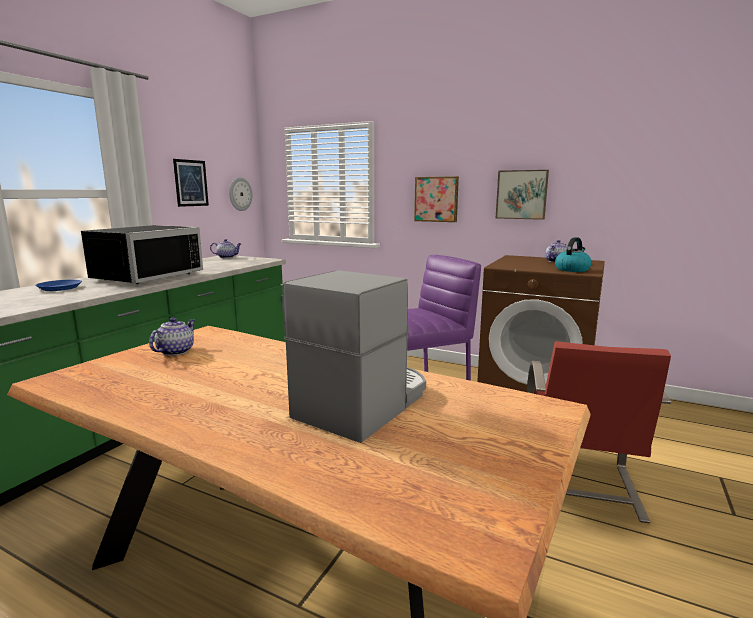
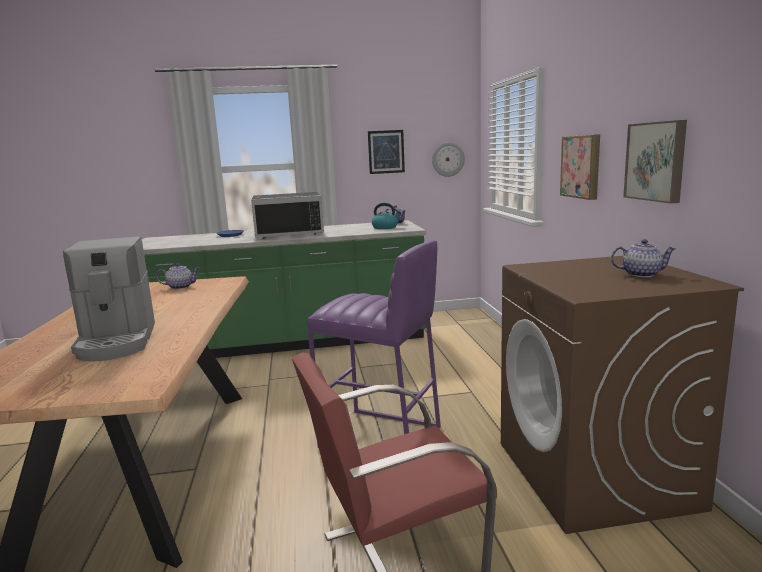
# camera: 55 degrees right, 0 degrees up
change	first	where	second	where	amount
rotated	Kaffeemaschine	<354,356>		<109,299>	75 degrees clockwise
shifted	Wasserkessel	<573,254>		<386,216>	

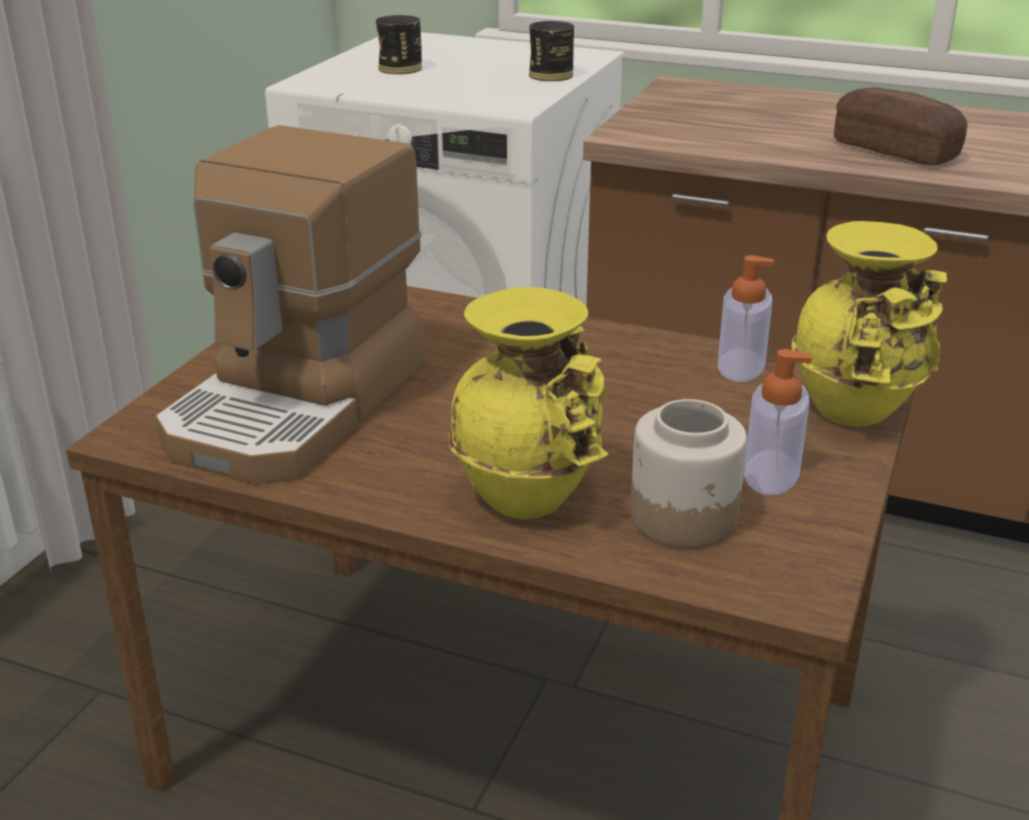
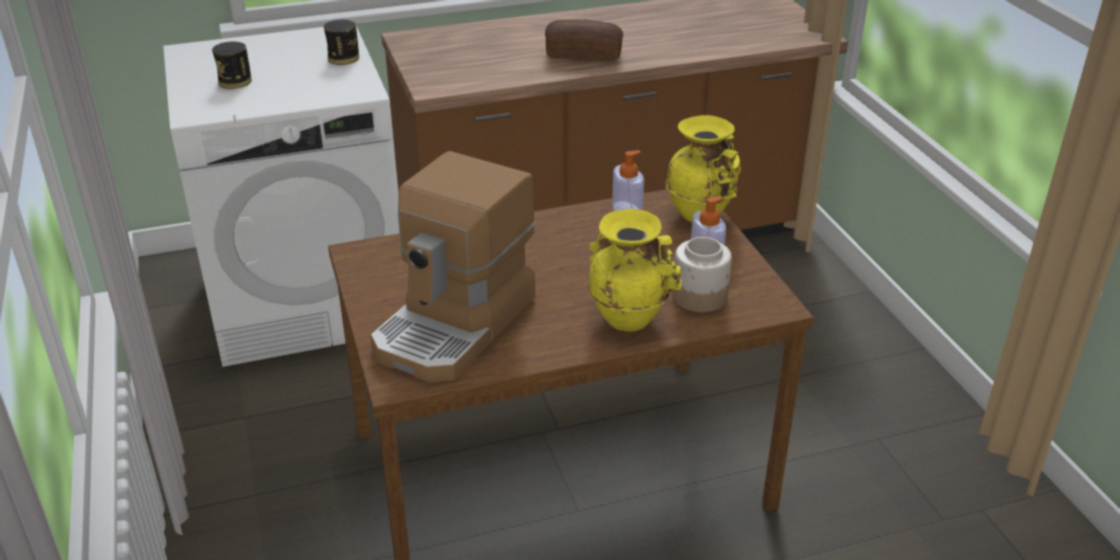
# camera: 40 degrees left, 5 degrees up
change	first	where	second	where	amount
rotated	Kaffeemaschine	<290,304>		<452,266>	45 degrees clockwise

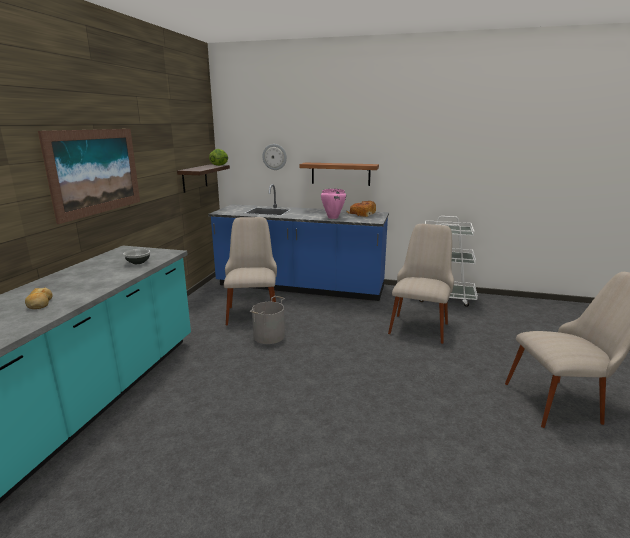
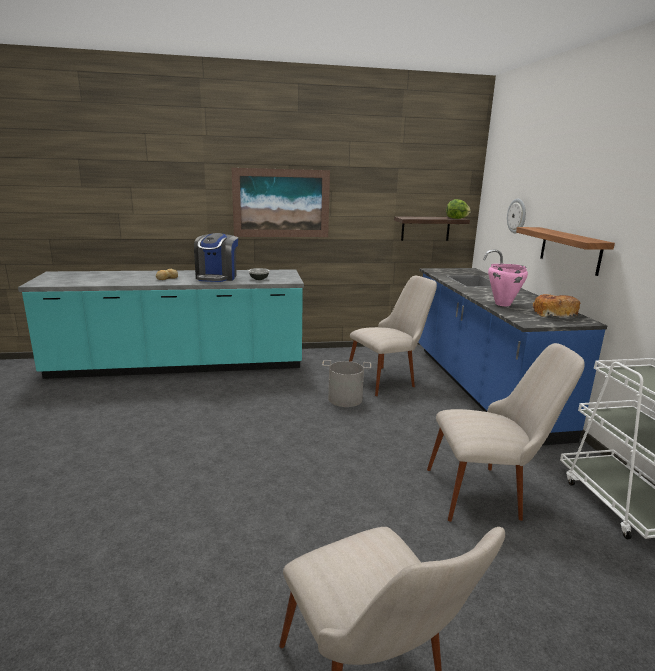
# camera: 65 degrees right, 0 degrees up
change	first	where	second	where	amount
new			Kaffeemaschine	<216,257>	

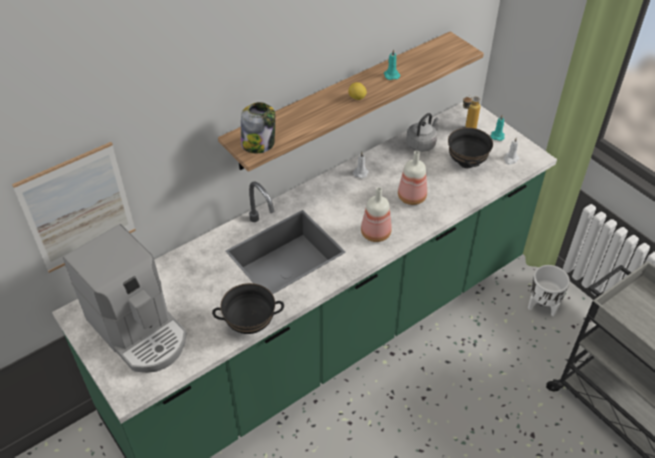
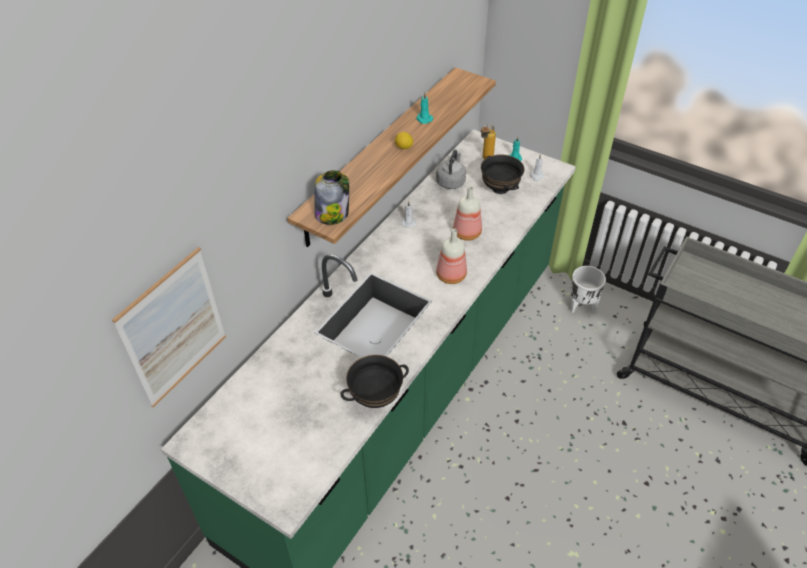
# camera: 20 degrees left, 0 degrees up
change	first	where	second	where	amount
gone	Kaffeemaschine	<125,298>			

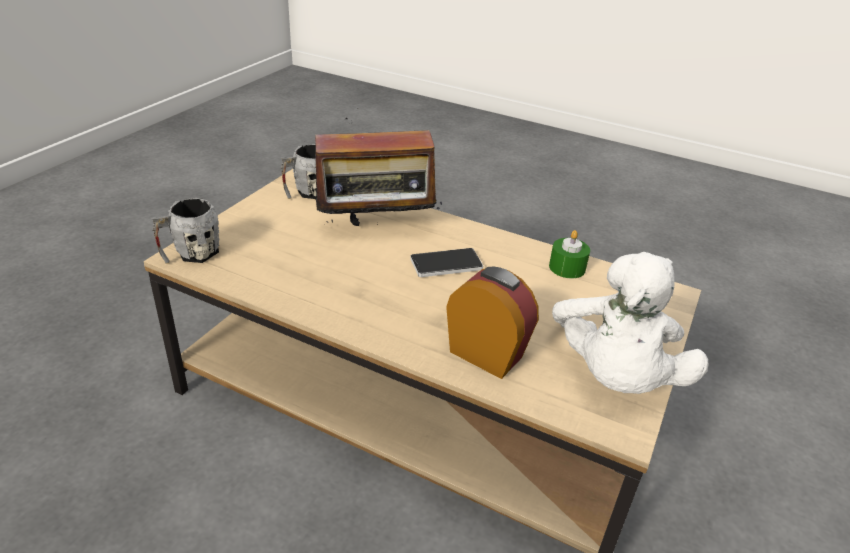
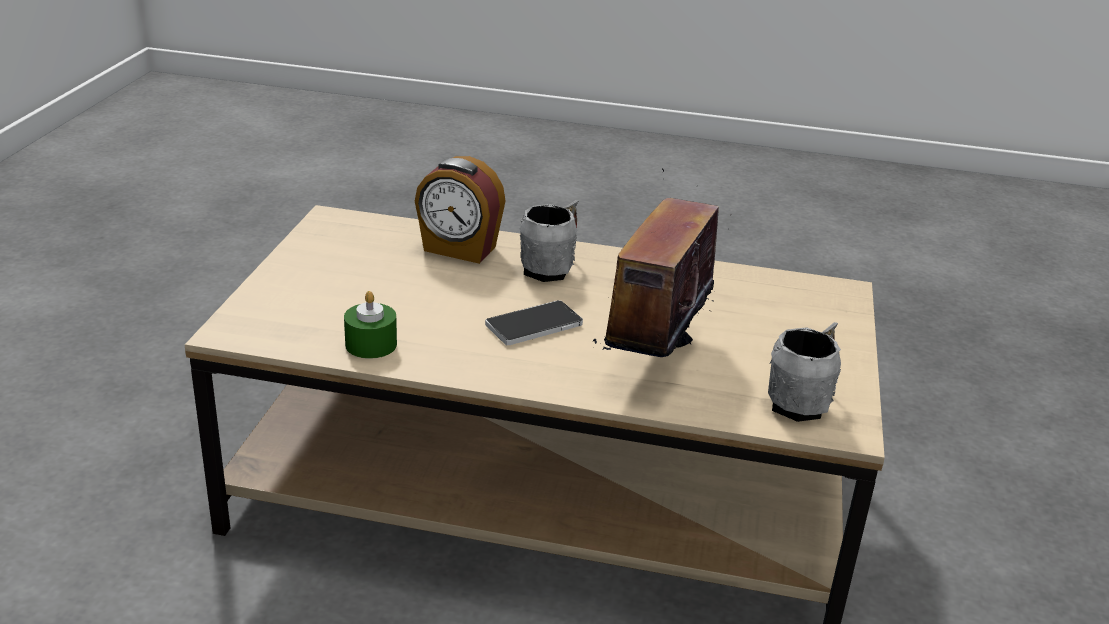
# camera: 165 degrees right, 5 degrees down
change	first	where	second	where	amount
shifted	Henkelbecher [grau]	<185,231>		<549,241>	
rotated	Radio	<373,176>		<661,263>	45 degrees counterclockwise
gone	Plüschtier [weiß]	<630,323>			

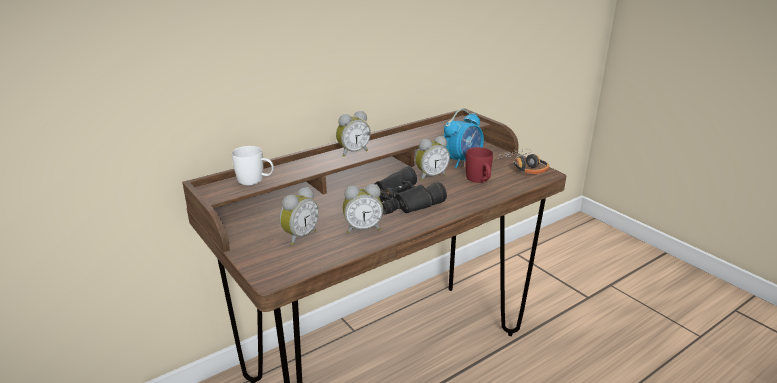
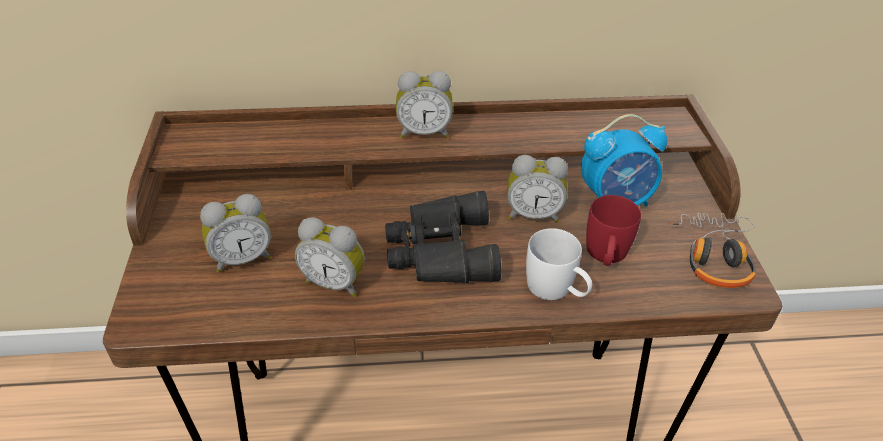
# camera: 30 degrees right, 15 degrees up
change	first	where	second	where	amount
shifted	Henkelbecher [weiß]	<253,165>		<559,264>	

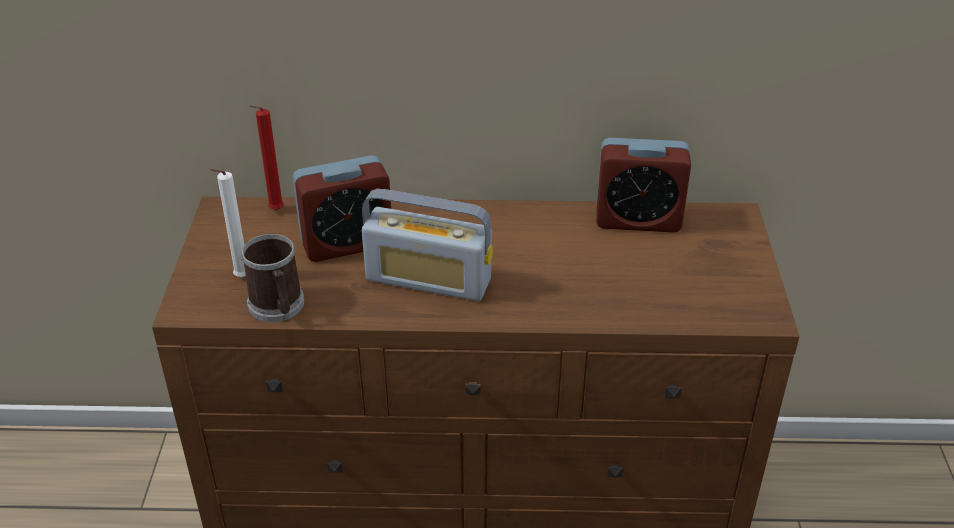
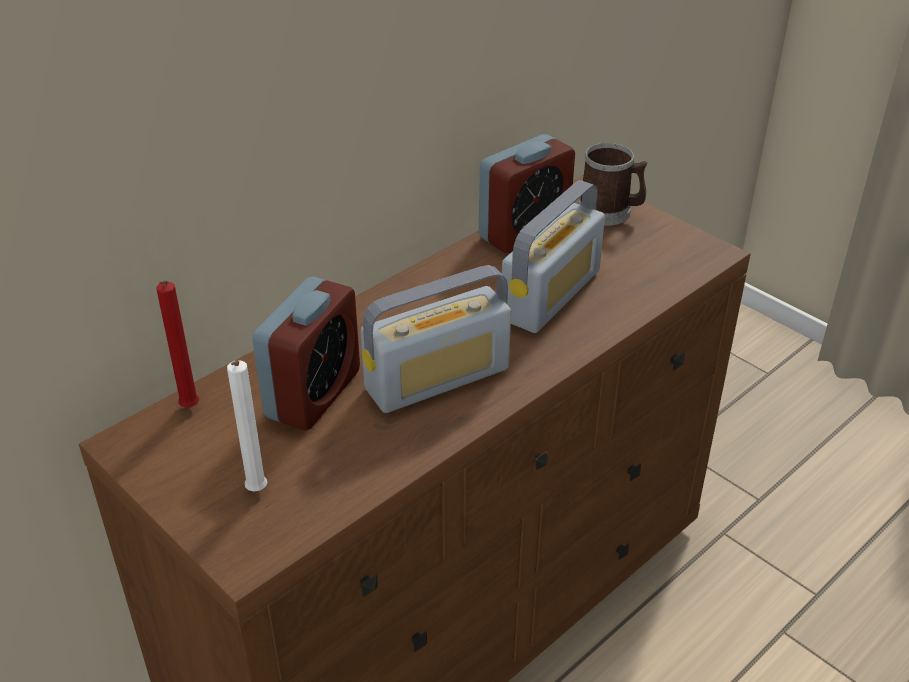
# camera: 45 degrees left, 0 degrees up
change	first	where	second	where	amount
shifted	Henkelbecher	<273,278>		<612,184>	
new			Radio	<553,256>	

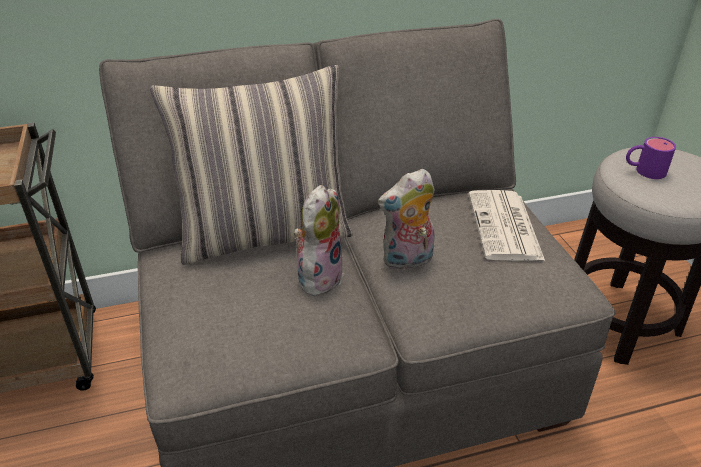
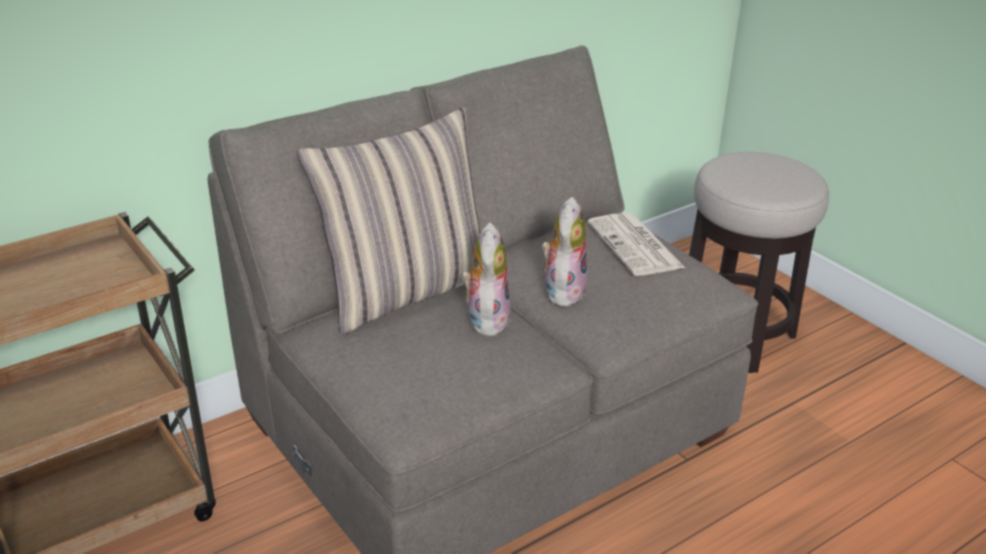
# camera: 20 degrees left, 5 degrees down
change	first	where	second	where	amount
rotated	Plüschtier	<406,219>		<564,252>	150 degrees clockwise
gone	Henkelbecher [lila]	<651,158>			

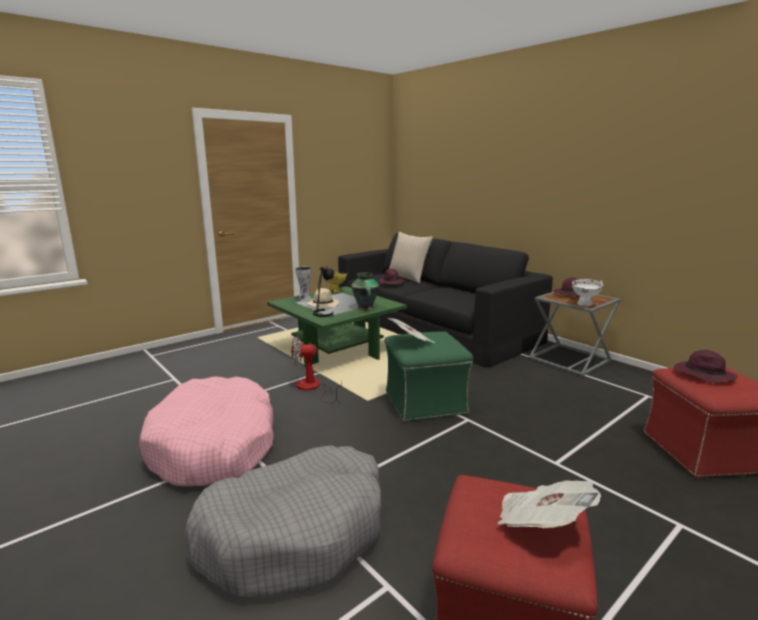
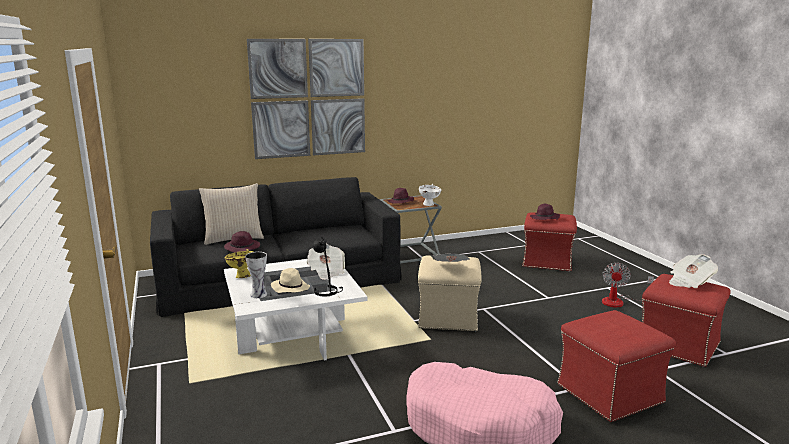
# camera: 70 degrees left, 0 degrees up
change	first	where	second	where	amount
swapped	Hundebett [grau]	<283,521>	Polsterhocker [rot]	<616,366>	
repainted	Couchtisch [grün]	<337,326>	Couchtisch [weiß]	<295,309>	
shifted	Ventilator	<316,370>		<628,284>	
swapped	Vase	<365,291>	Zeitung	<326,262>	
repainted	Polsterhocker [grün]	<429,376>	Polsterhocker [beige]	<450,293>	
new			Bild	<306,99>	

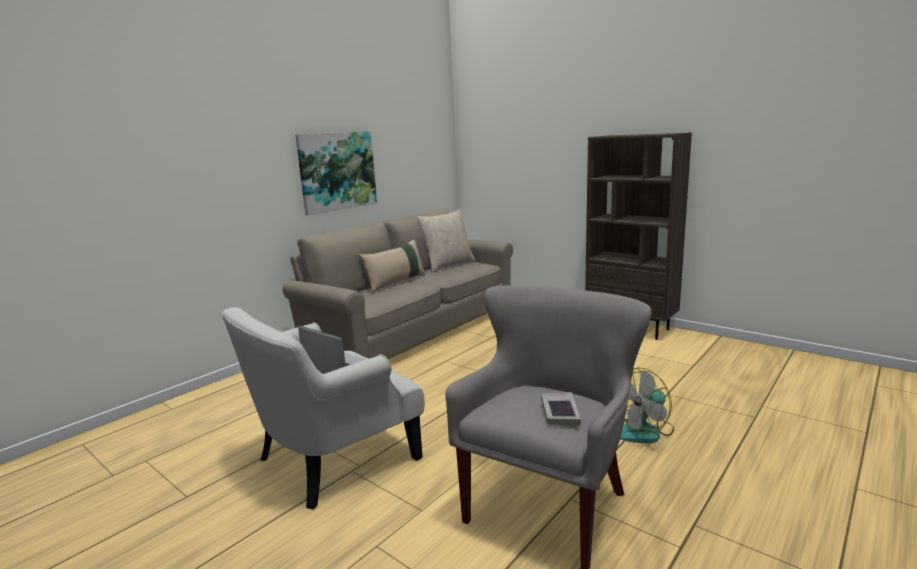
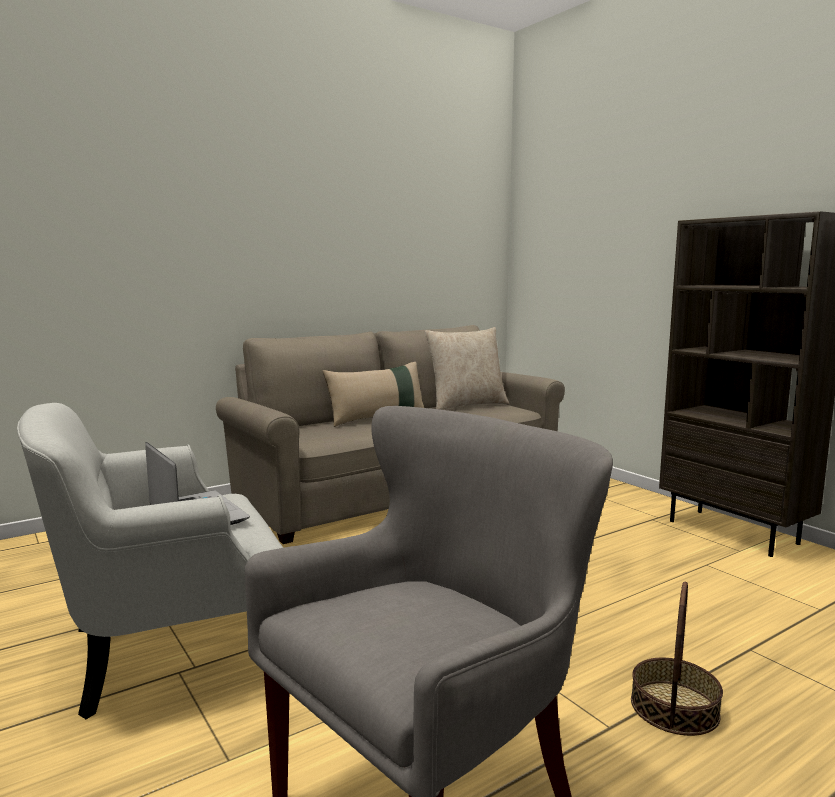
# camera: 15 degrees right, 5 degrees down
change	first	where	second	where	amount
gone	Bild	<336,173>			
gone	Buch	<561,409>			
swapped	Ventilator	<647,405>	Korb	<677,659>	

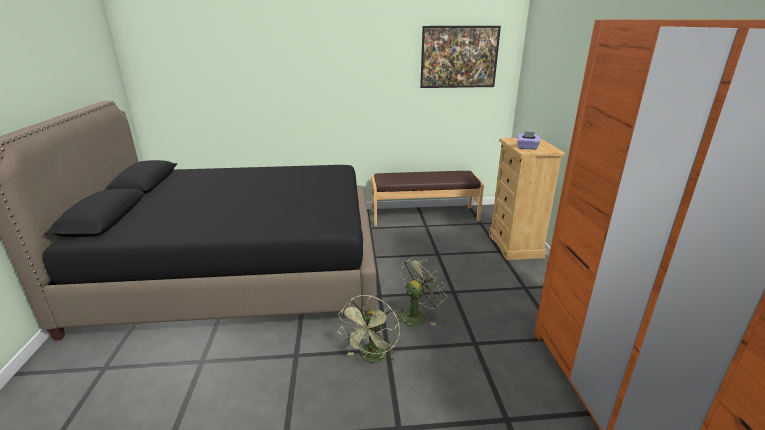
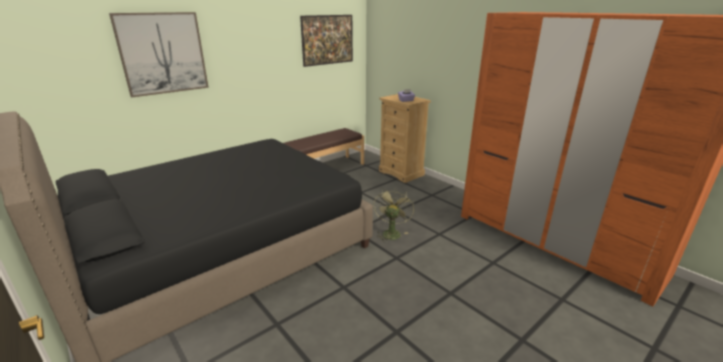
# camera: 35 degrees left, 0 degrees up
change	first	where	second	where	amount
gone	Ventilator [grün]	<368,329>			
new			Bild	<159,54>	

